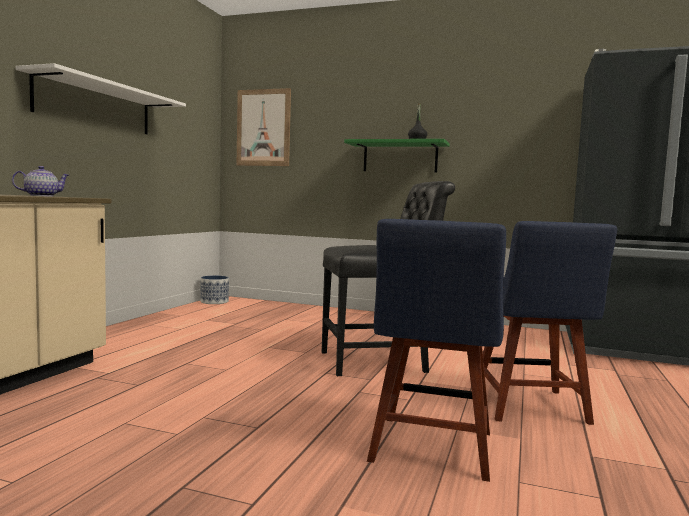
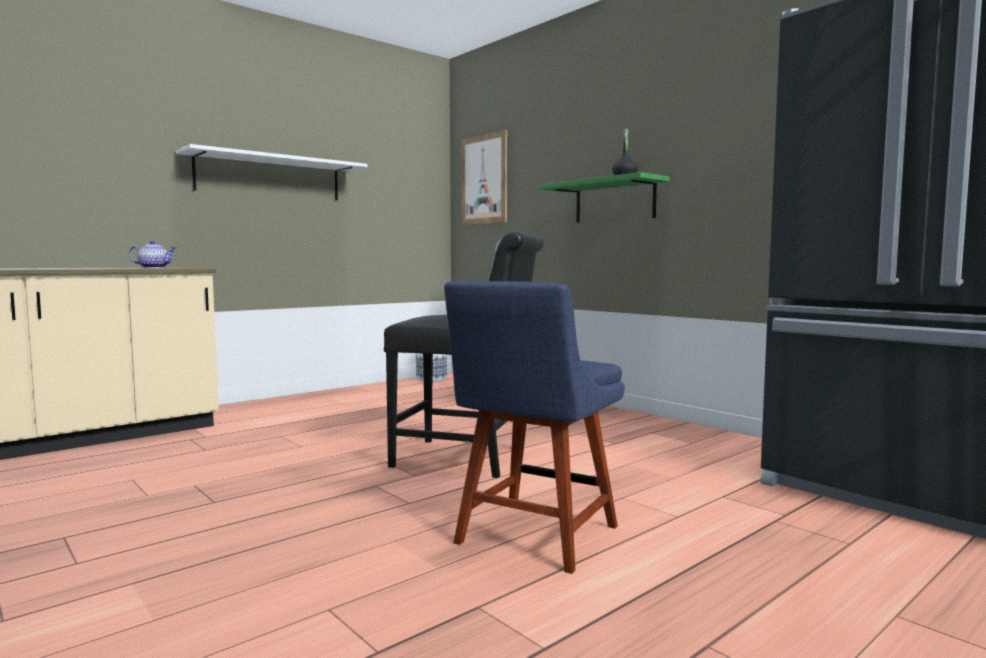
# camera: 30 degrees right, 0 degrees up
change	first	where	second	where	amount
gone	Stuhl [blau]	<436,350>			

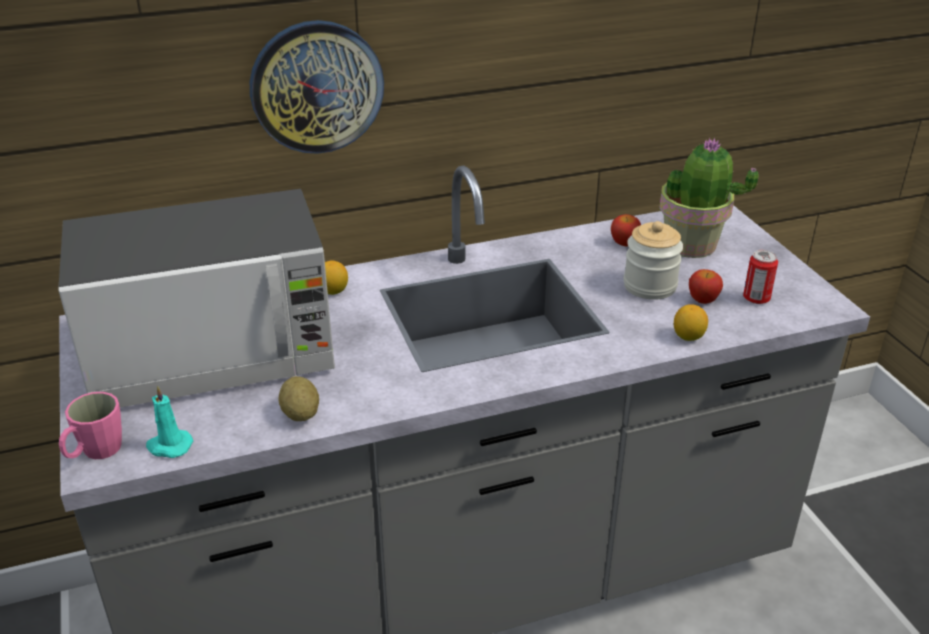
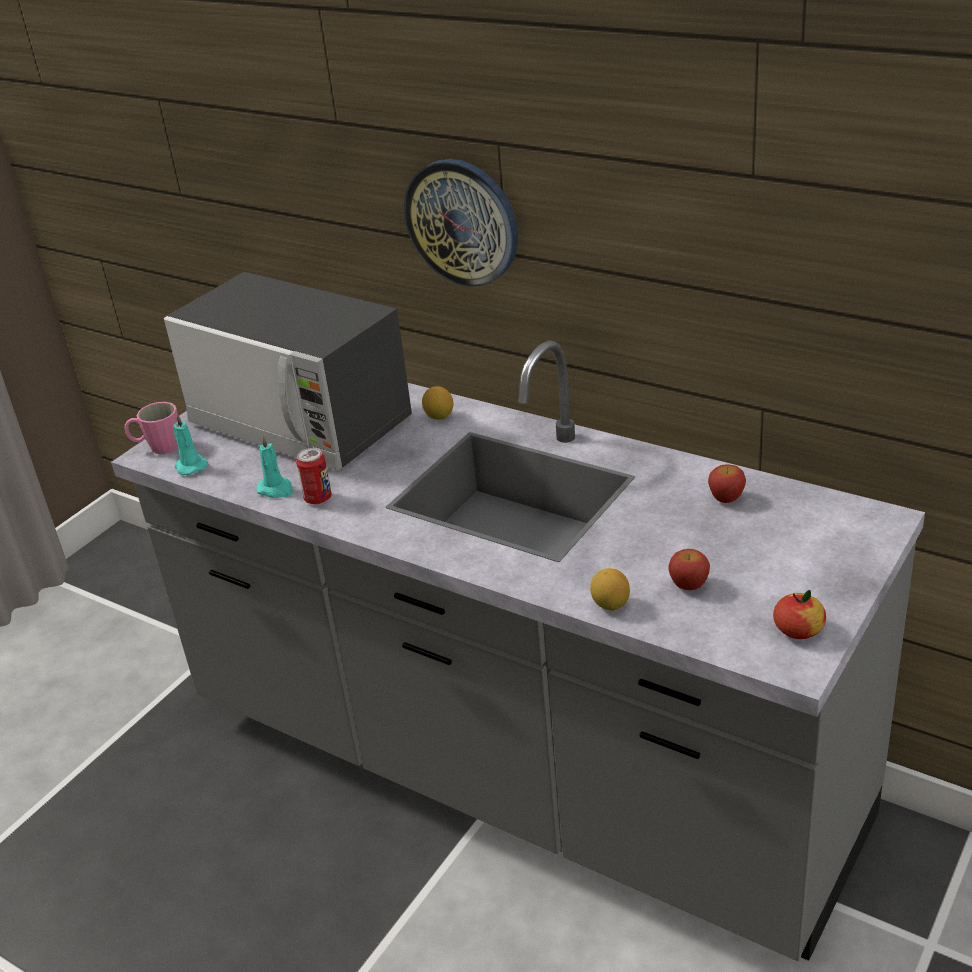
# camera: 55 degrees right, 0 degrees up
change	first	where	second	where	amount
swapped	Kartoffel	<298,398>	Kerze [türkis]	<274,466>	
gone	Vorratsglas	<653,260>			
gone	Topfpflanze	<709,198>			
shifted	Dose	<760,277>		<314,476>	
new			Apfel	<799,614>	

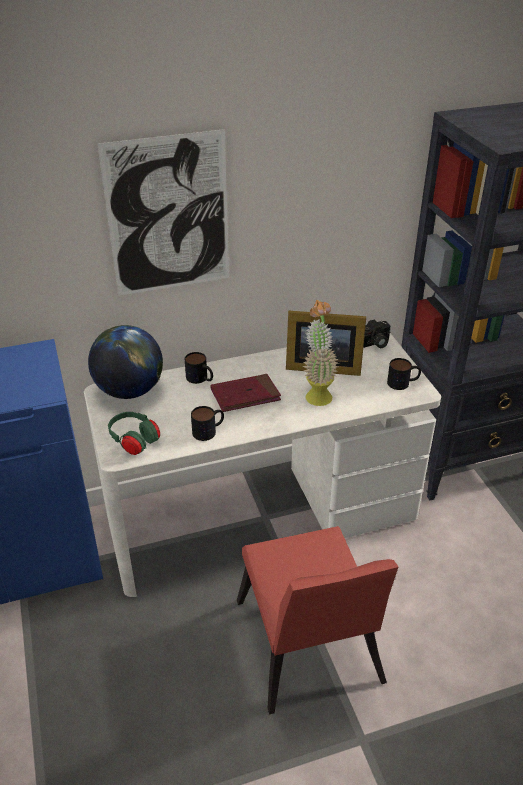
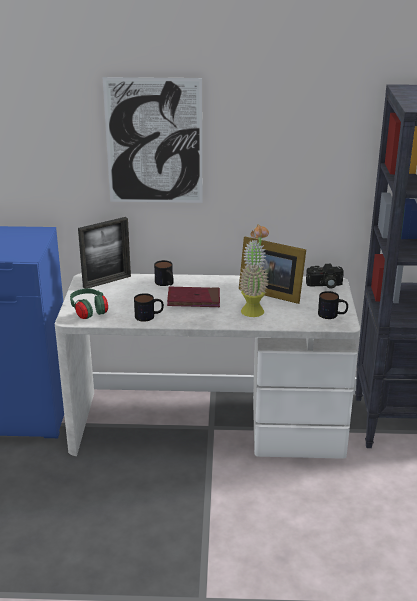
# camera: 20 degrees right, 10 degrees down
change	first	where	second	where	amount
swapped	Globus	<125,362>	Bilderrahmen	<104,253>	
gone	Stuhl [rot]	<317,620>			

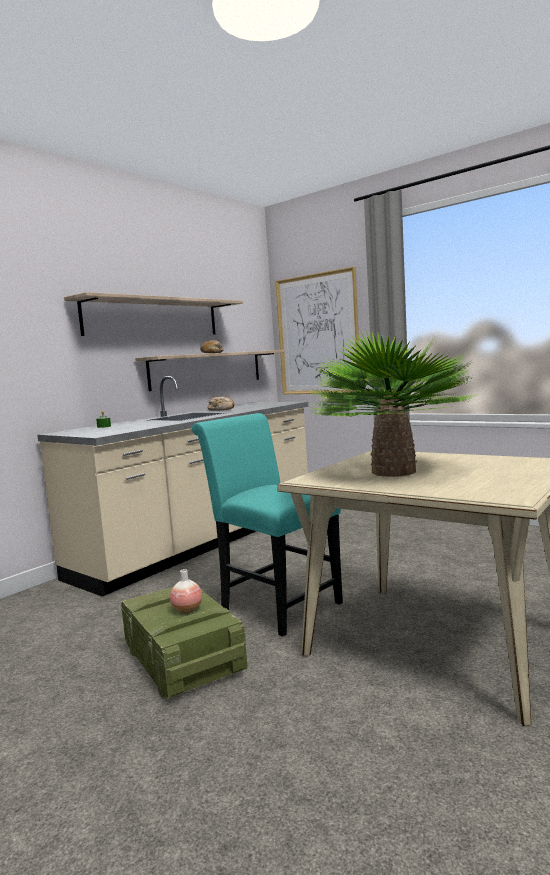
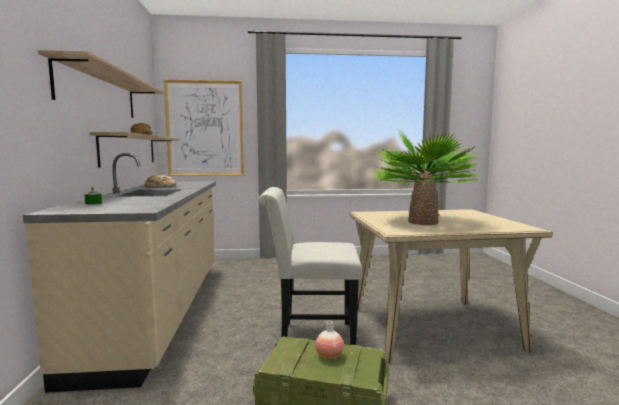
# camera: 45 degrees left, 0 degrees up
change	first	where	second	where	amount
repainted	Stuhl [türkis]	<267,525>	Stuhl [weiß]	<310,266>	

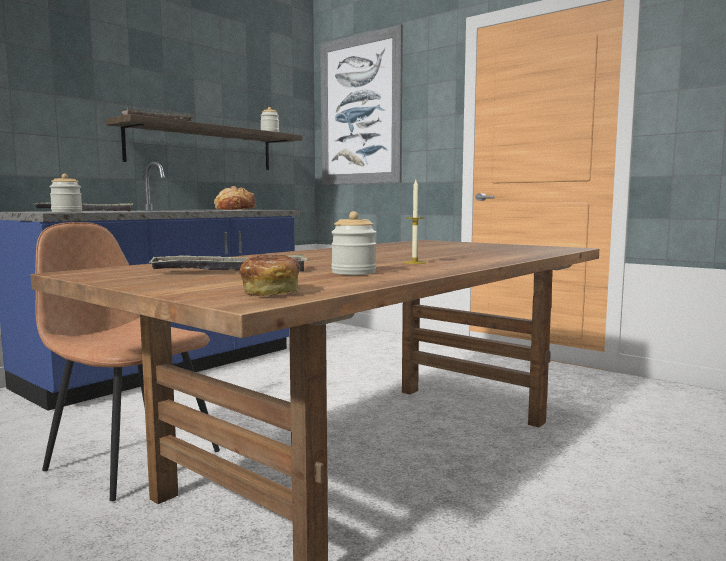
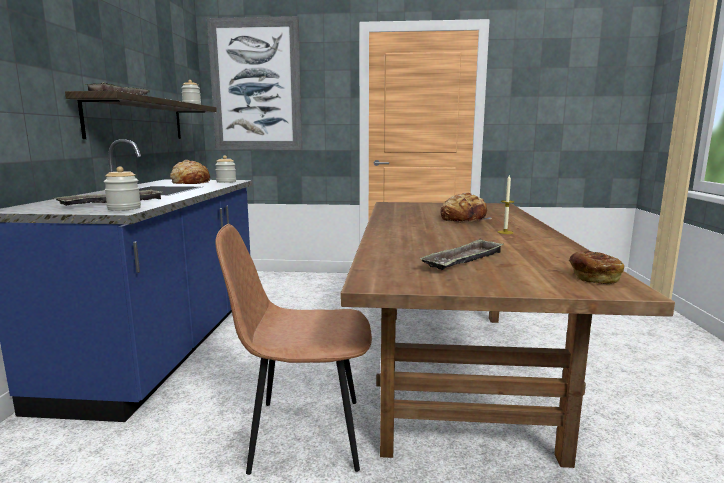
# camera: 35 degrees left, 5 degrees up
change	first	where	second	where	amount
shifted	Vorratsglas	<353,243>		<225,169>	
new			Brot	<466,207>	

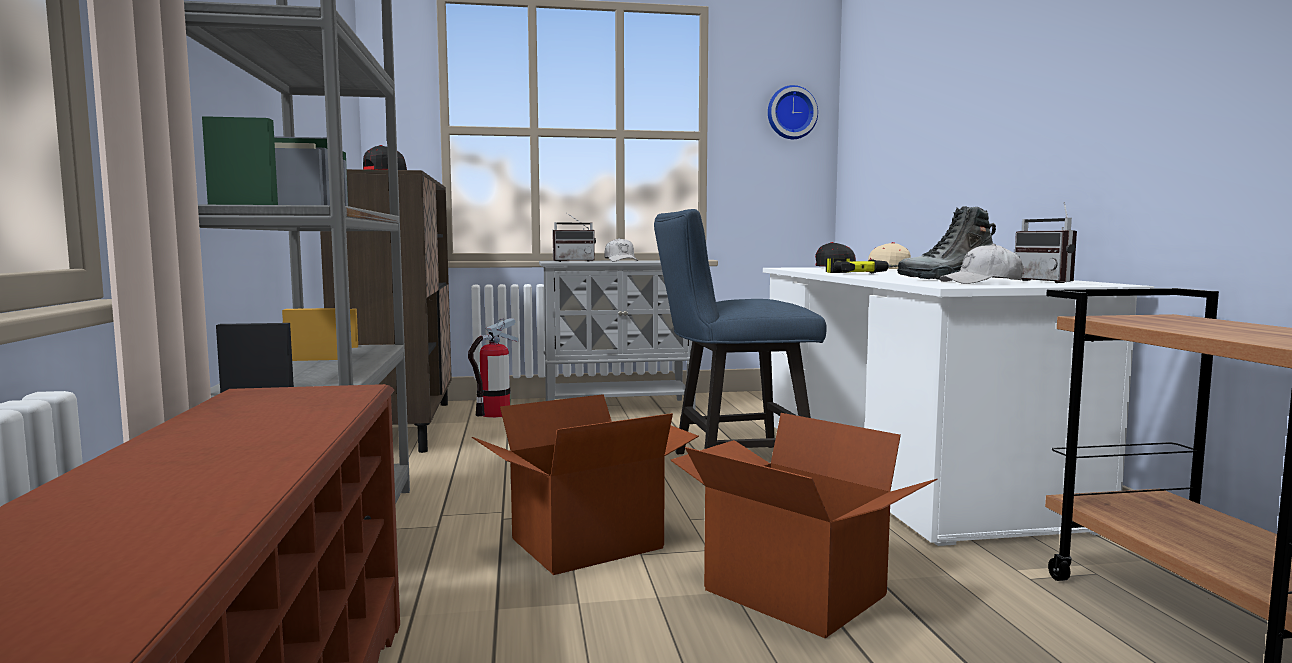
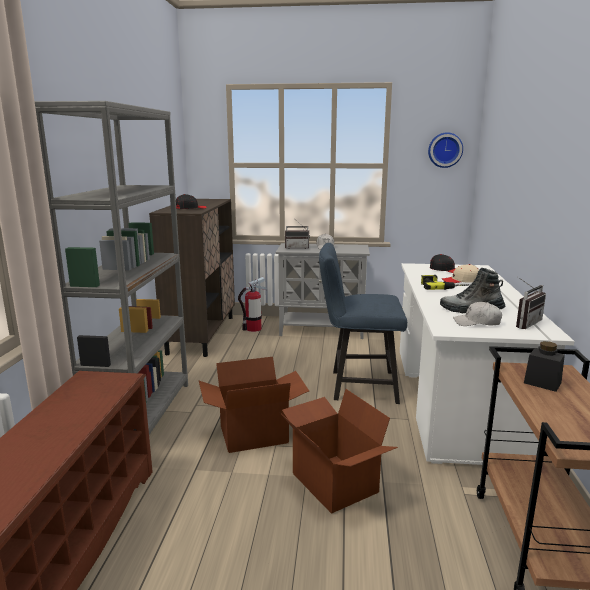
# camera: 15 degrees right, 10 degrees up
change	first	where	second	where	amount
rotated	Radio	<1046,242>		<531,303>	135 degrees counterclockwise
new			Vorratsglas [schwarz]	<544,366>	

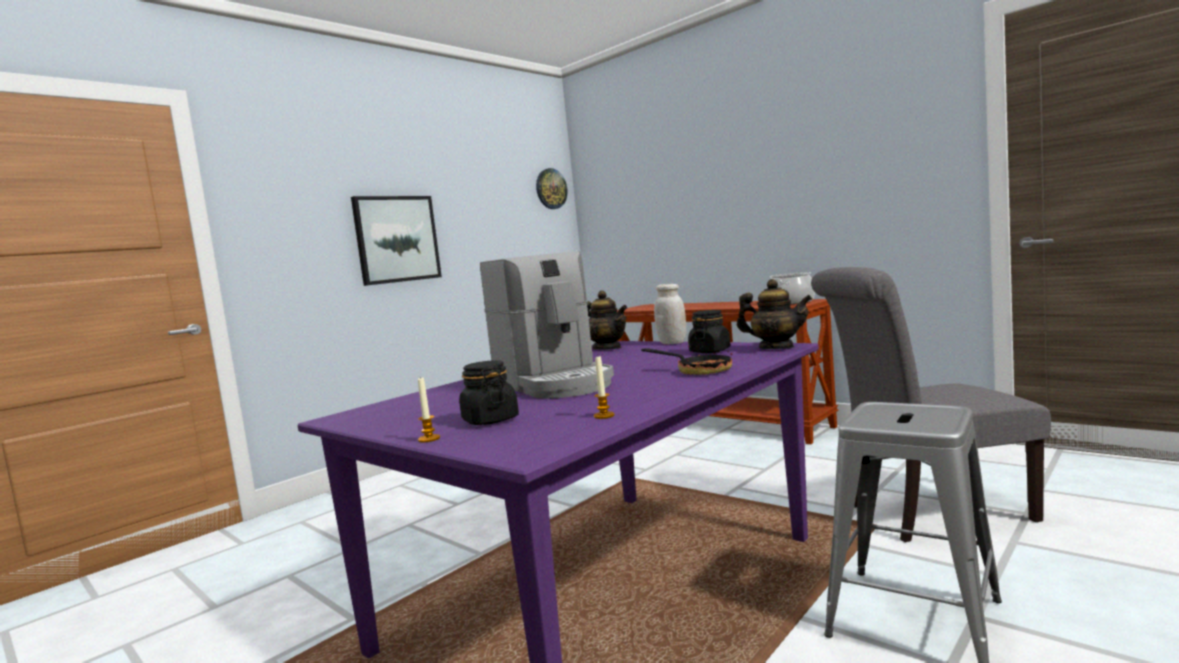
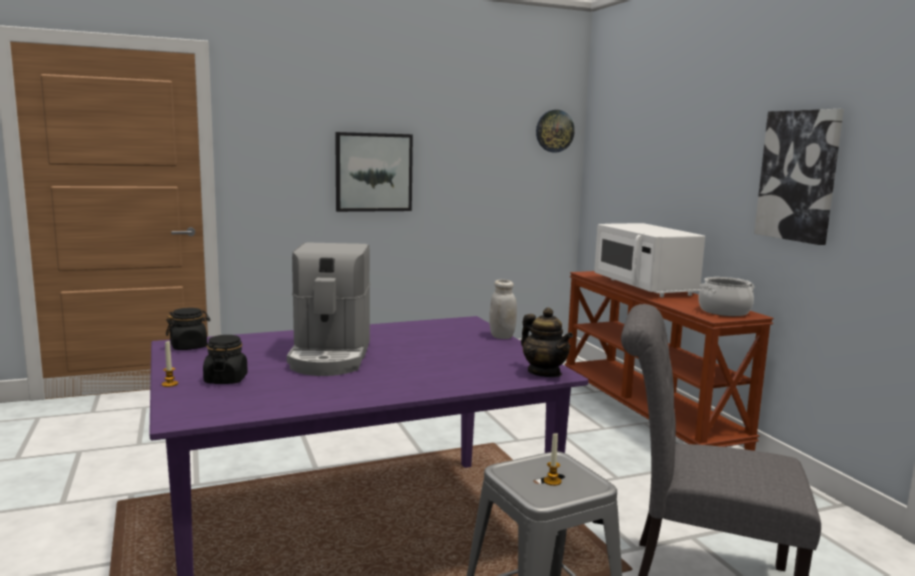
# camera: 25 degrees right, 5 degrees up
change	first	where	second	where	amount
gone	Teekanne	<607,320>			
shifted	Kerze	<604,387>		<553,459>	
gone	Pfanne	<686,361>			
shifted	Vorratsglas [schwarz]	<709,331>		<188,329>	
new			Mikrowelle [weiß]	<649,260>	
new			Bild	<799,177>	

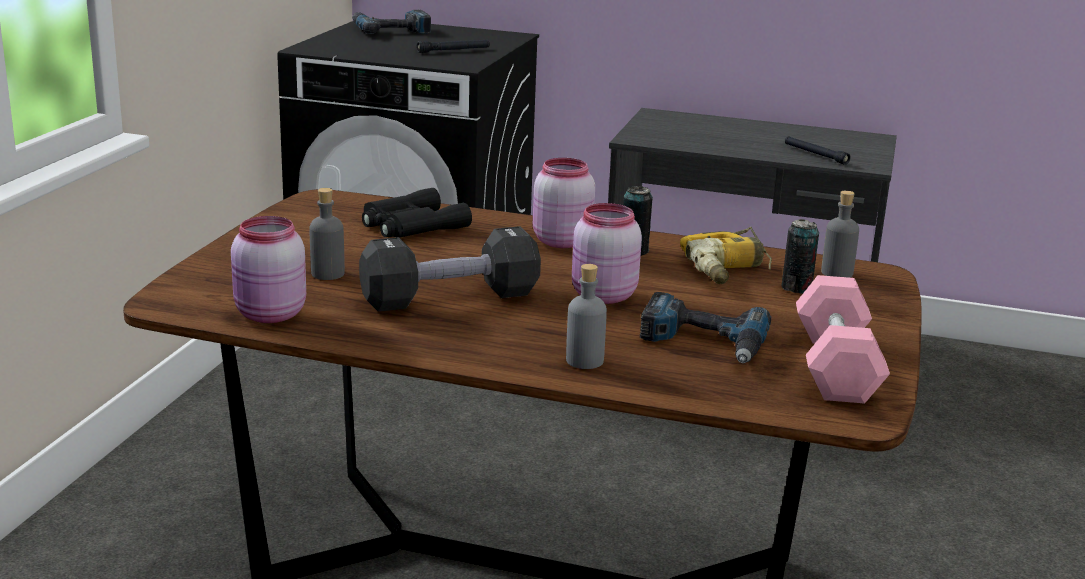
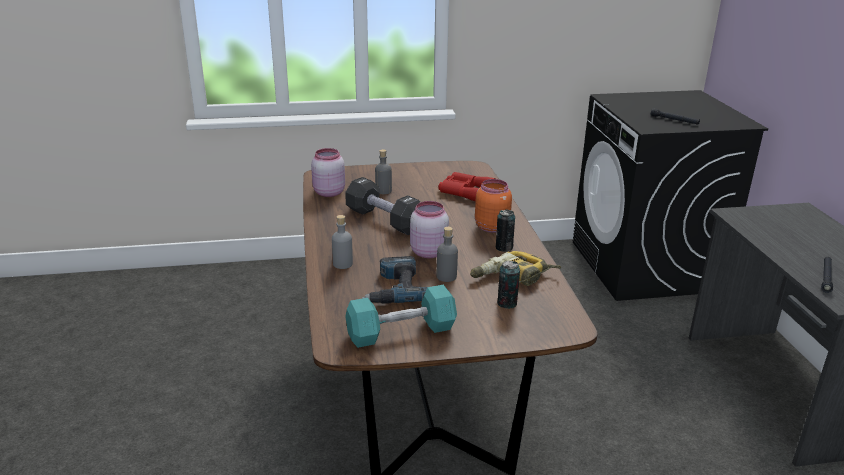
# camera: 65 degrees right, 5 degrees up
change	first	where	second	where	amount
gone	Bohrmaschine	<391,22>			
repainted	Fernglas [schwarz]	<417,213>	Fernglas [rot]	<466,186>	
repainted	Vorratsglas [rosa]	<564,203>	Vorratsglas [orange]	<493,206>	
repainted	Hantel [rosa]	<843,339>	Hantel [türkis]	<401,316>	
shifted	Flasche [grau]	<840,234>		<447,254>	

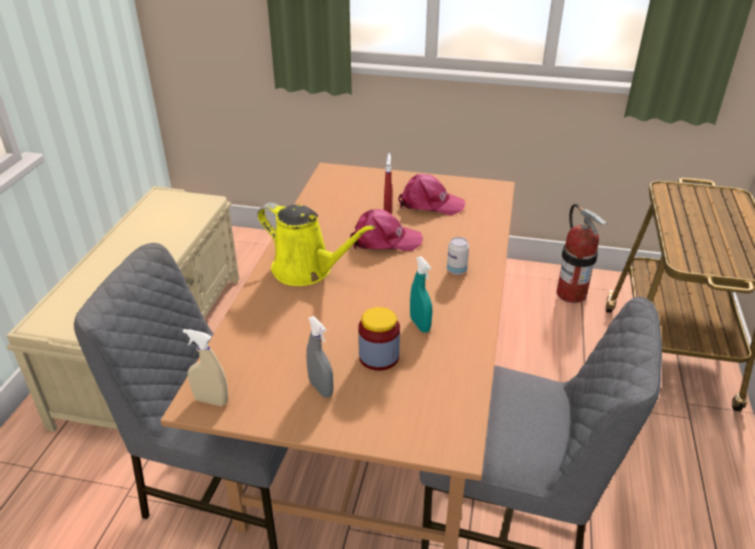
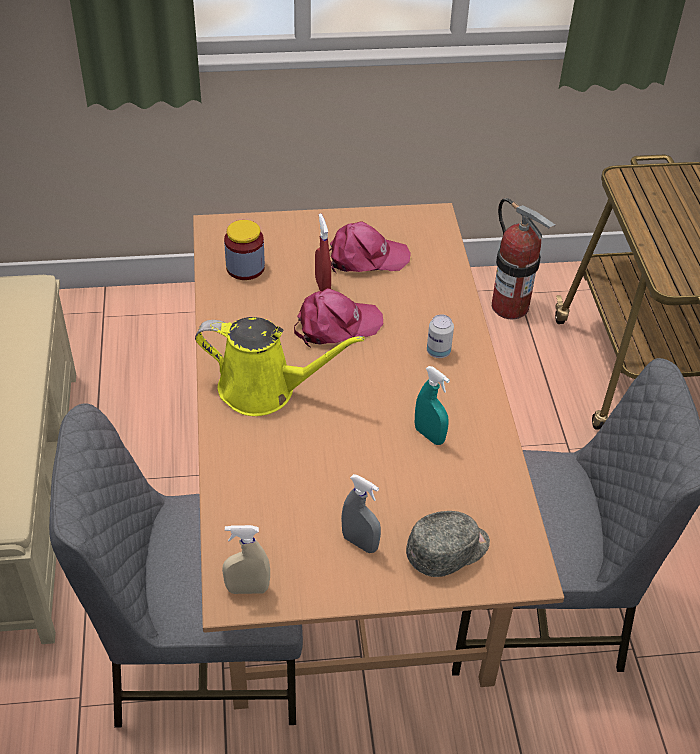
# camera: 20 degrees left, 10 degrees up
change	first	where	second	where	amount
shifted	Vorratsglas	<379,339>		<244,250>	
new			Kappe [grau]	<448,544>	

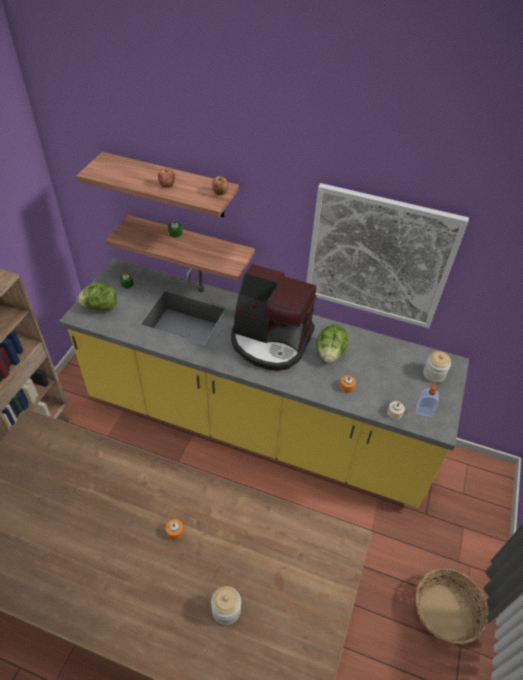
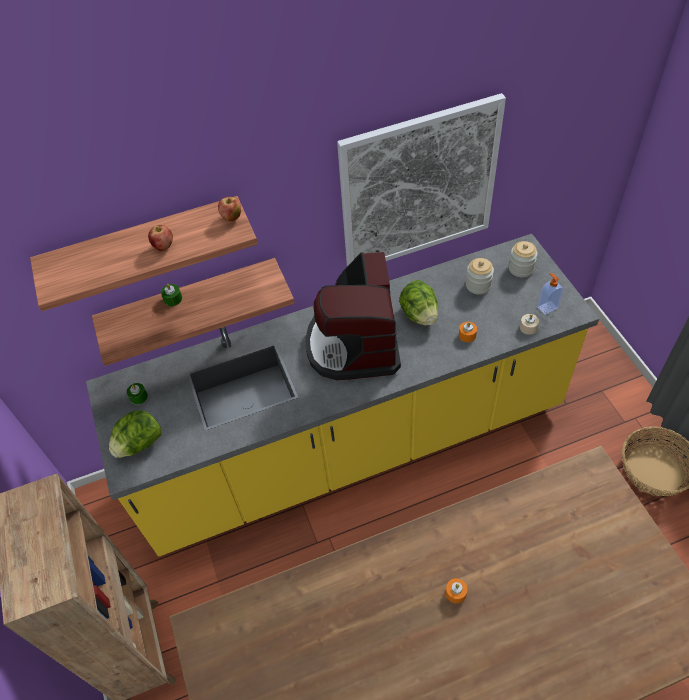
# camera: 35 degrees left, 5 degrees up
change	first	where	second	where	amount
shifted	Vorratsglas	<226,605>		<480,276>	
rotated	Kaffeemaschine	<273,317>		<353,316>	105 degrees clockwise

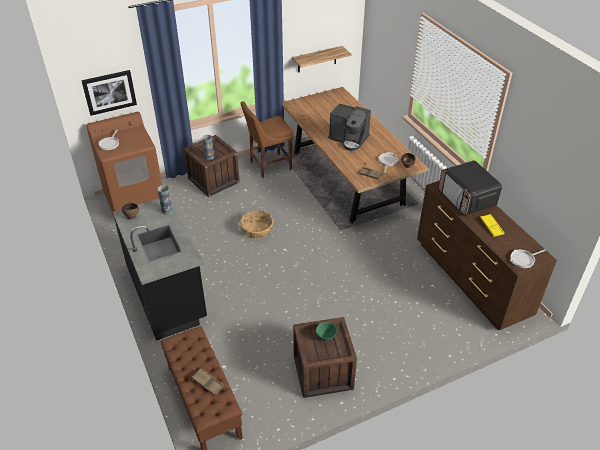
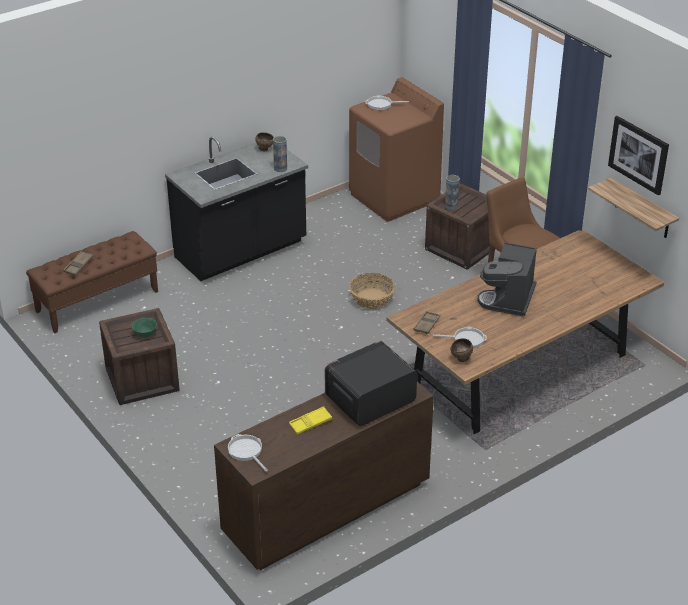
# camera: 80 degrees right, 5 degrees down
change	first	where	second	where	amount
shifted	Bild	<109,93>		<638,155>	

